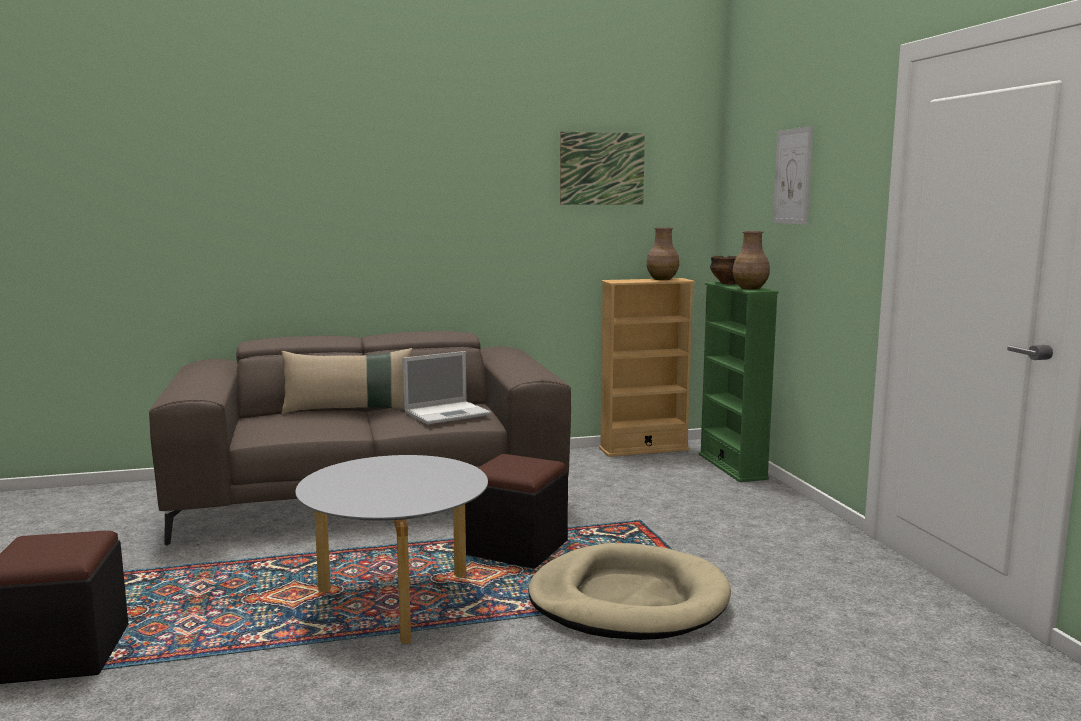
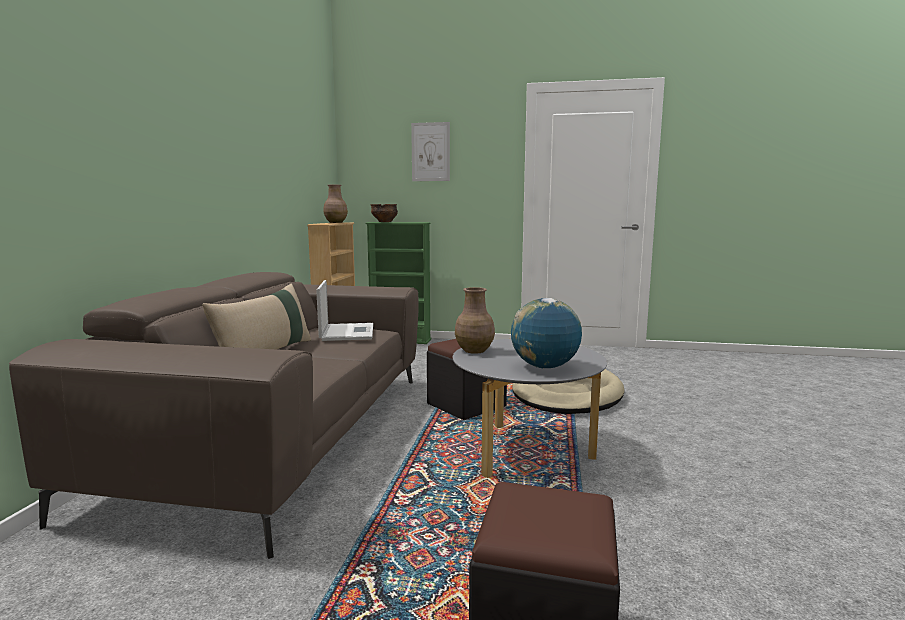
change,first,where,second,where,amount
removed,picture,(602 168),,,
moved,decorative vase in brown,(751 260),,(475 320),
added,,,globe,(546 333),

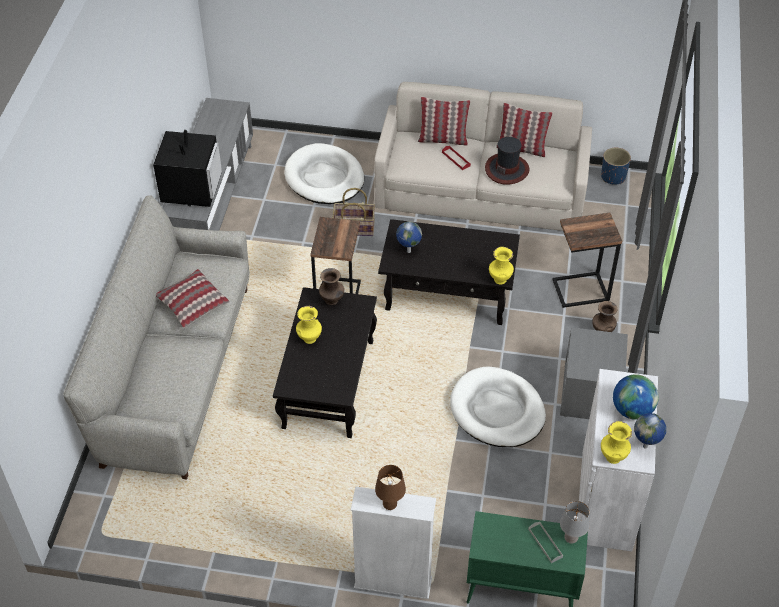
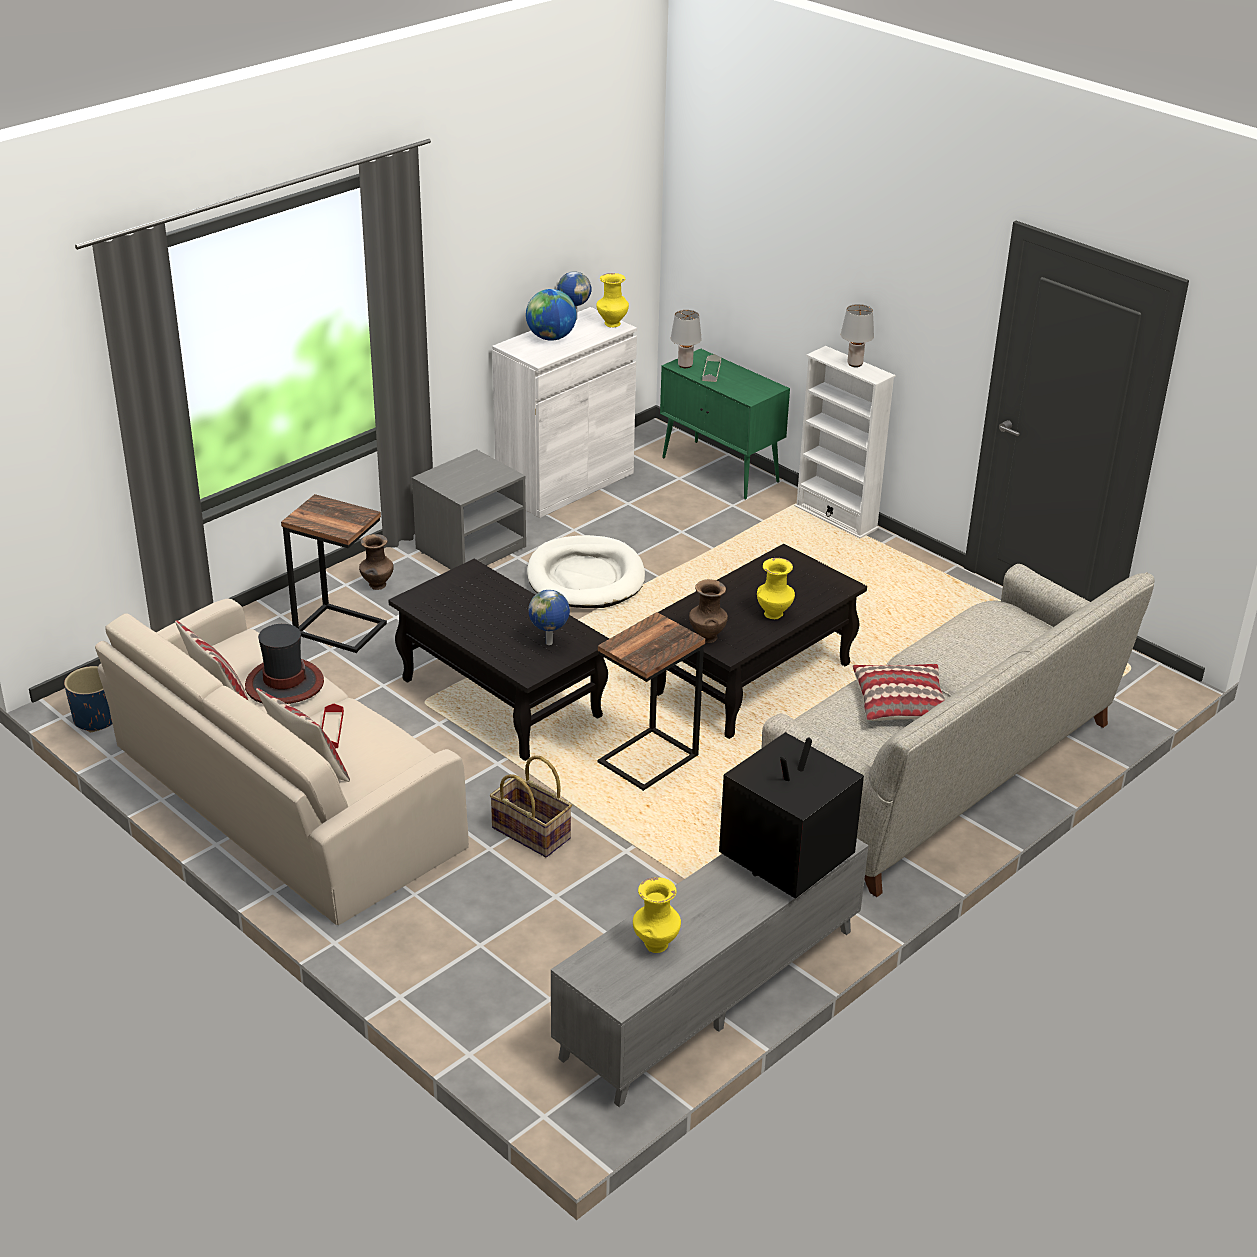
change,first,where,second,where,amount
removed,dog cushion in whitish,(324 173),,,
recoloured,lamp for a table in brown,(390 487),lamp for a table in greyish,(857 335),
moved,decorative vase in yellow-coloured,(501 266),,(657 915),

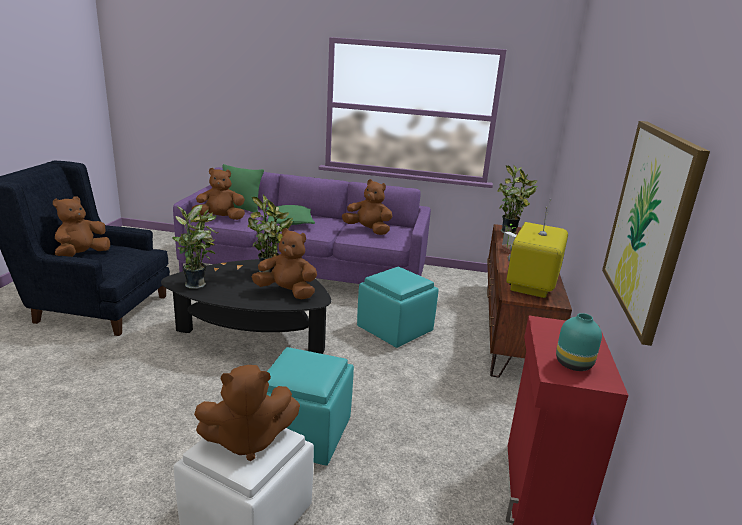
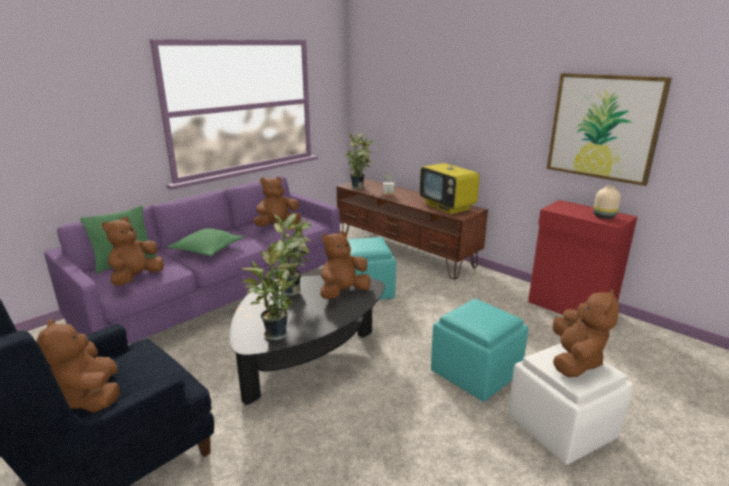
change,first,where,second,where,amount
recoloured,decorative vase in turquoise-coloured,(579 342),decorative vase in beige-coloured,(607 202),

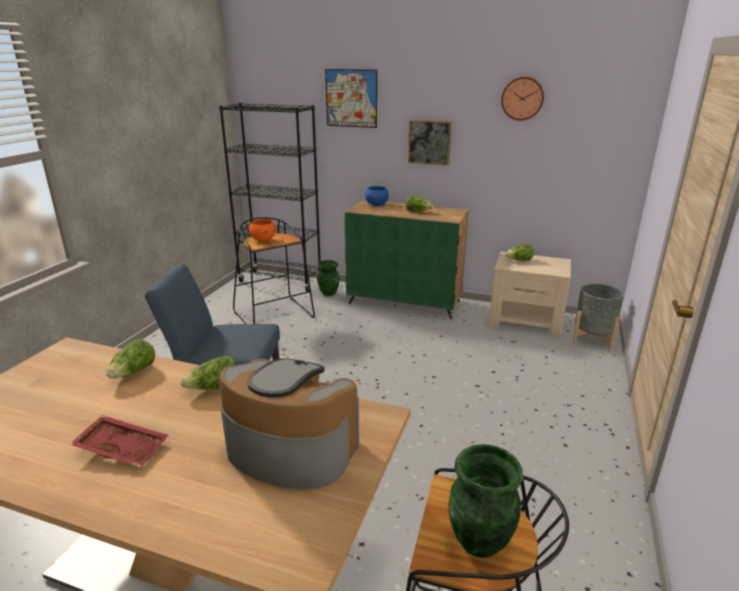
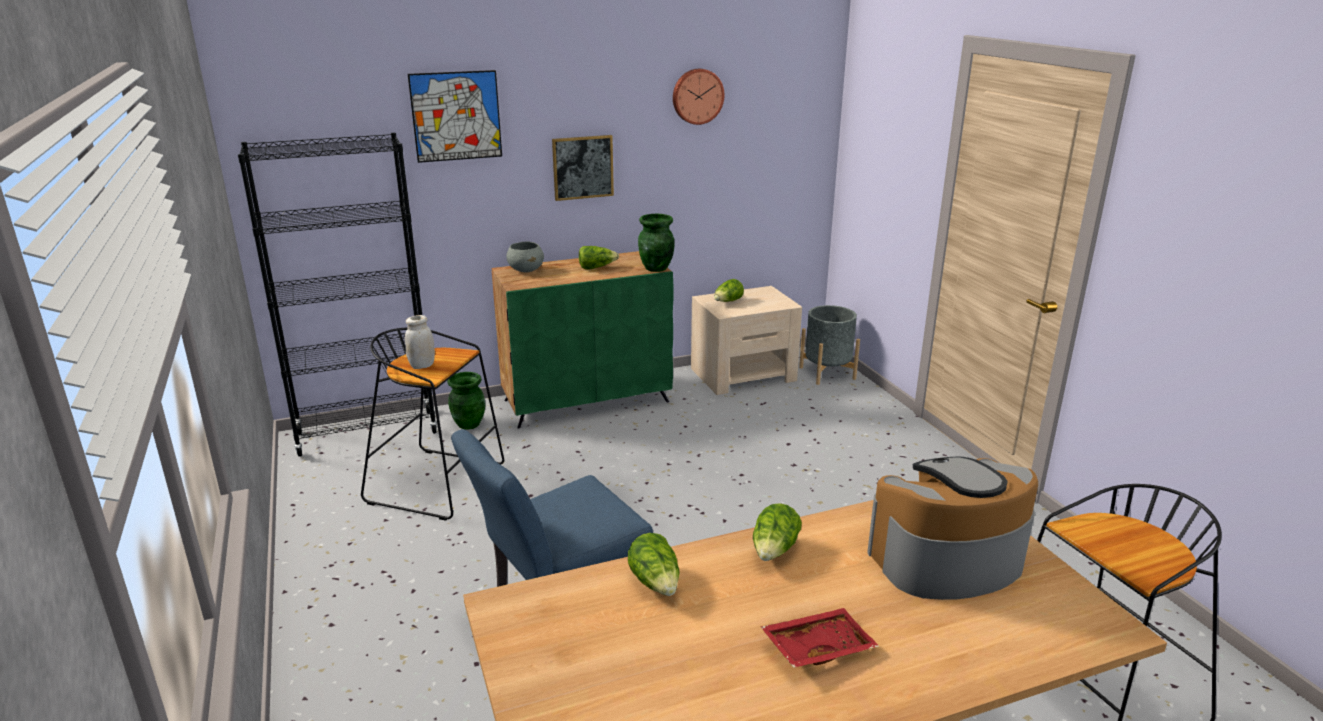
change,first,where,second,where,amount
replaced,bowl in orange-coloured,(262 230),preserve jar in whitish,(420 342),
recoloured,bowl in blue,(377 196),bowl in greyish,(525 257),
moved,decorative vase in green,(485 501),,(656 243),

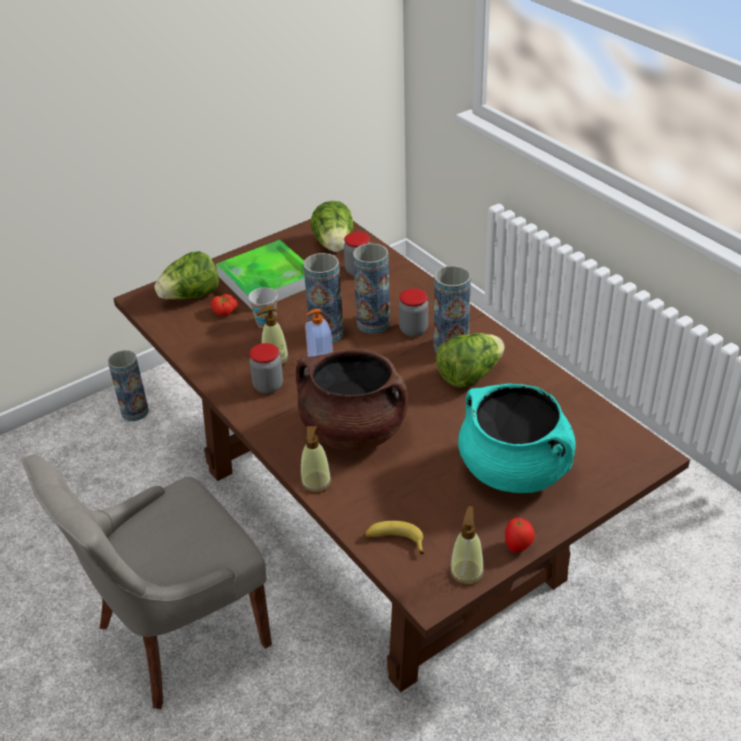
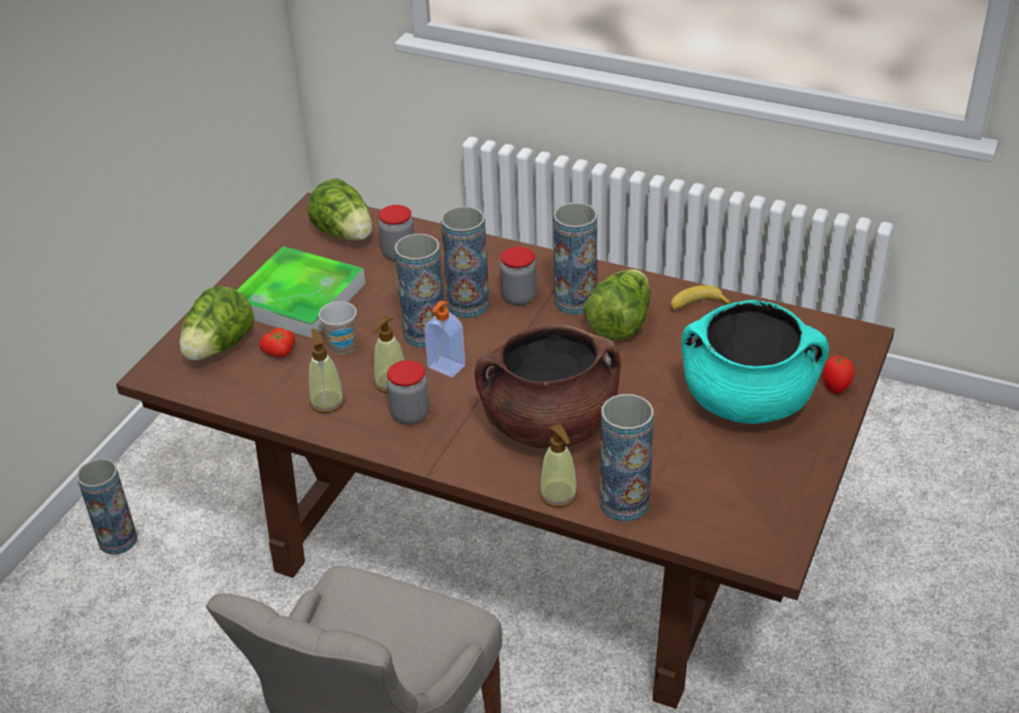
change,first,where,second,where,amount
moved,whole banana,(394 537),,(701 297),
moved,soap dispenser,(467 546),,(326 371),
moved,tomato,(520 534),,(839 374),
added,,,decorative vase,(627 458),

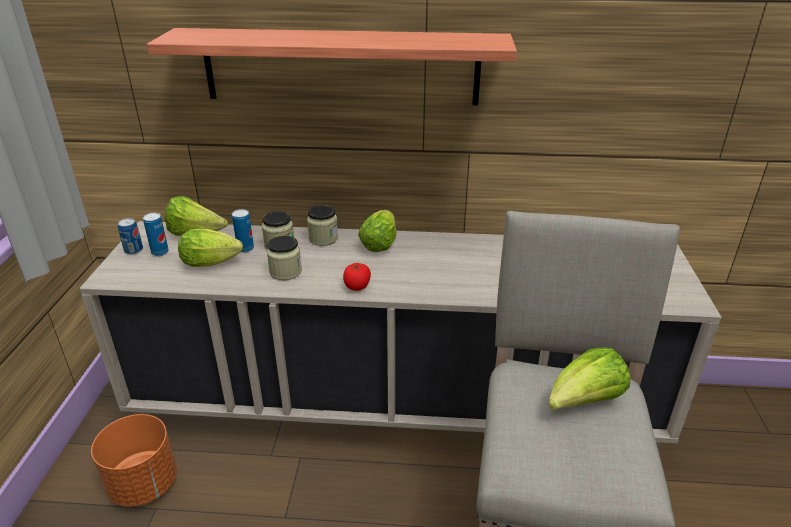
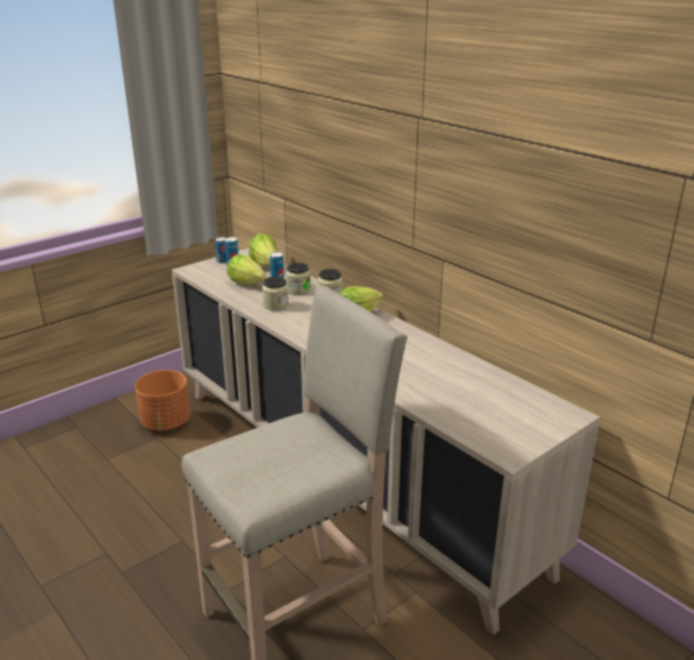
change,first,where,second,where,amount
removed,wall shelf,(332 66),,,
removed,tomato,(357 277),,,
removed,head of lettuce,(589 378),,,

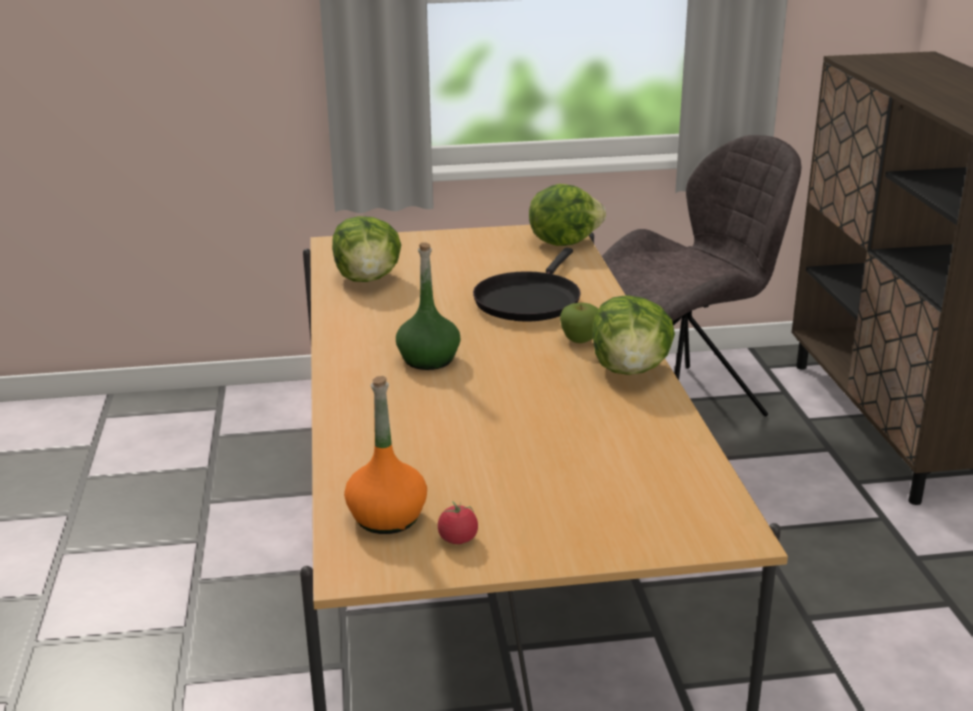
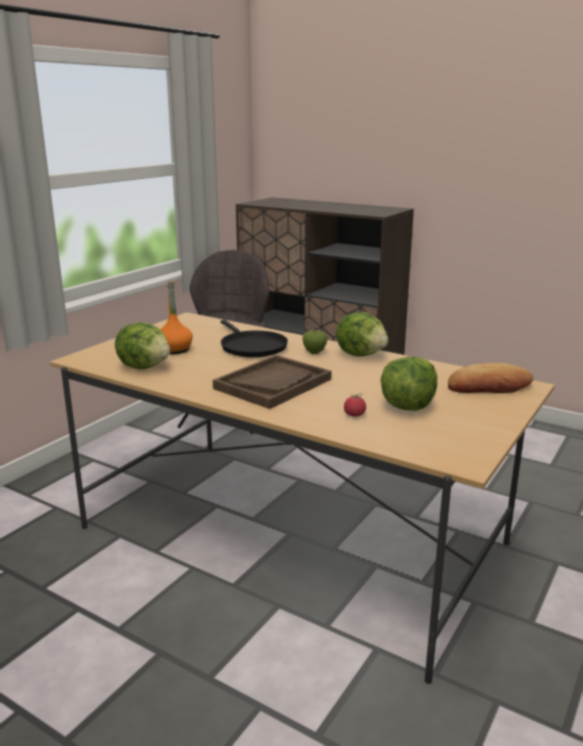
change,first,where,second,where,amount
moved,drink bottle in orange-coloured,(385 455),,(176 317),
replaced,drink bottle in green,(428 306),tray in brown,(272 382),
moved,tomato,(458 522),,(355 405),
moved,head of lettuce,(567 215),,(409 384),
added,,,baked bread,(491 378),

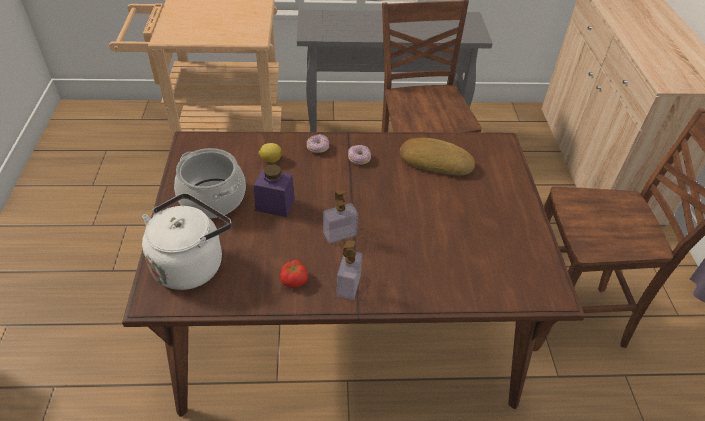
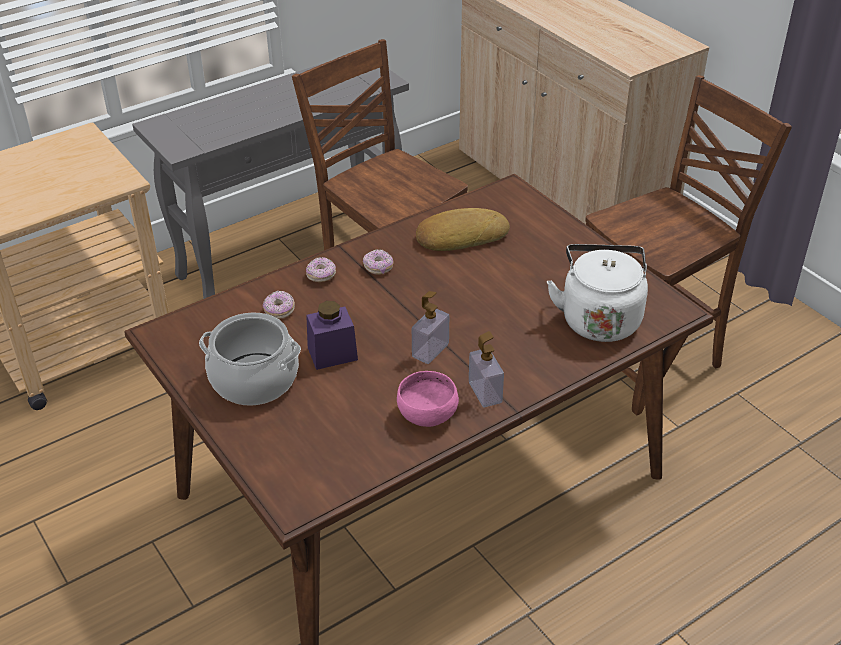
change,first,where,second,where,amount
moved,kettle in whitish,(187 241),,(597 293),
replaced,lemon,(270 153),doughnut,(279 305),
replaced,tomato,(294 274),bowl in pink,(428 399),

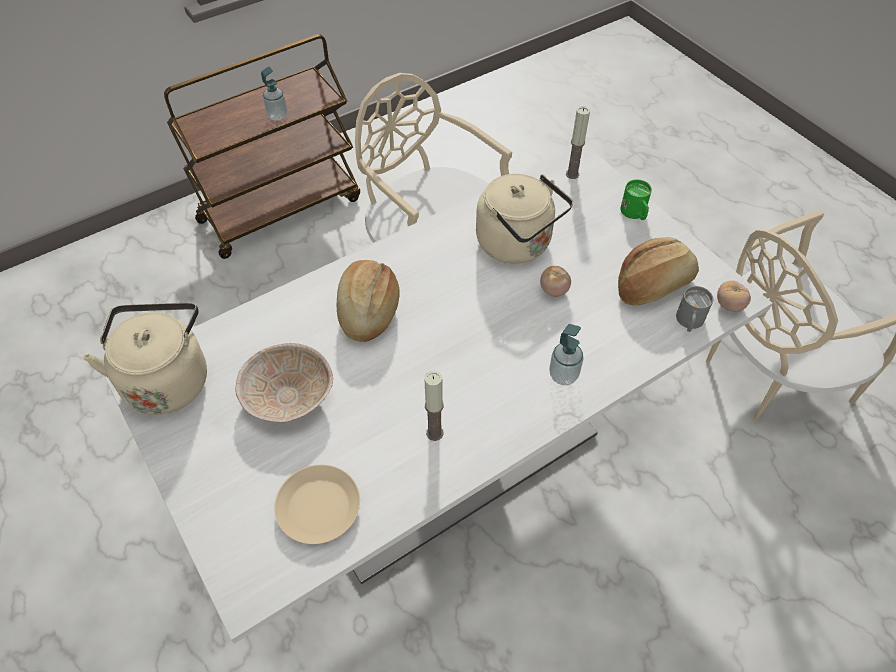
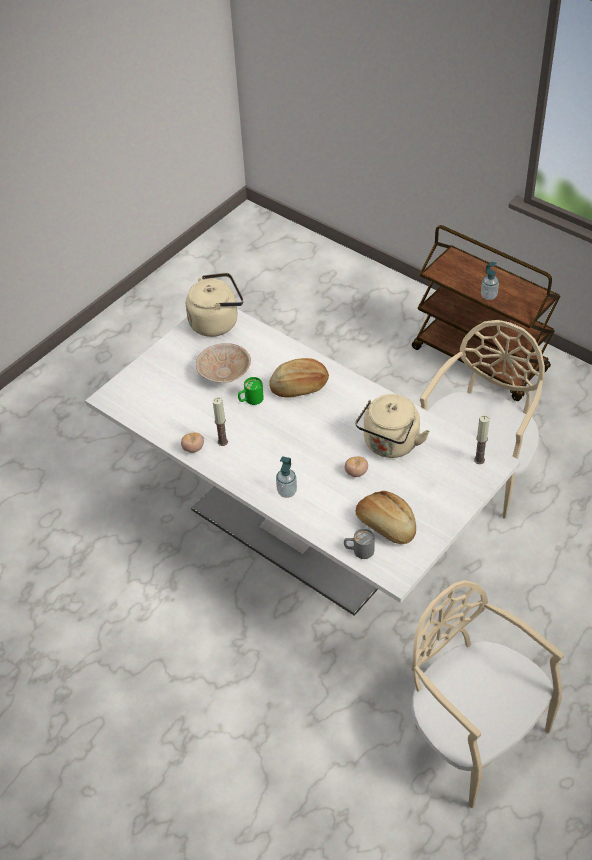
change,first,where,second,where,amount
removed,flat dish in beige-coloured,(317 504),,,
moved,mug in green,(636 199),,(251 391),
moved,tomato,(734 296),,(192 442),

